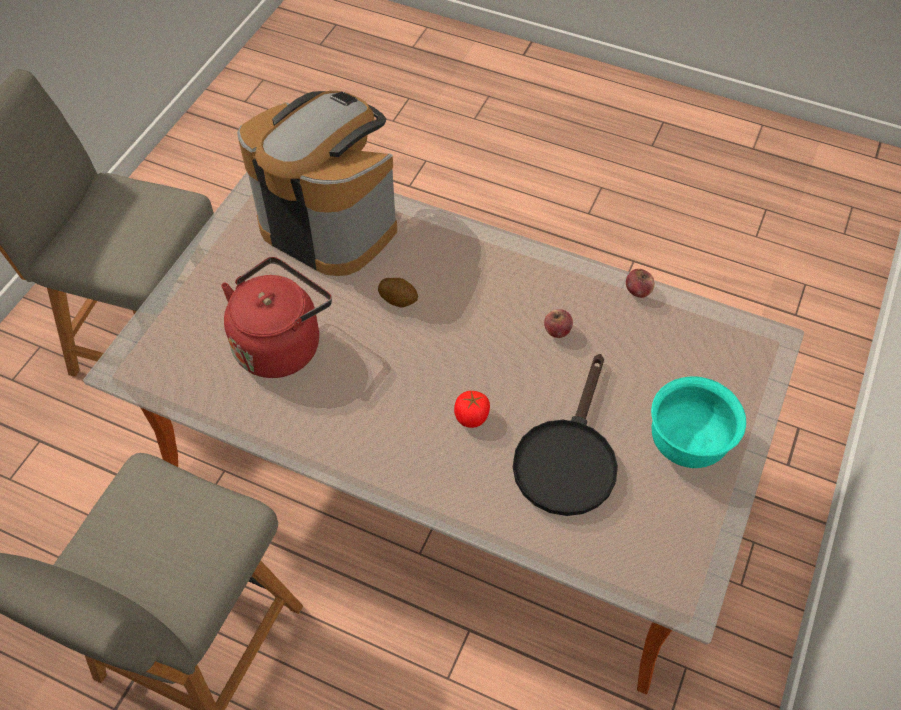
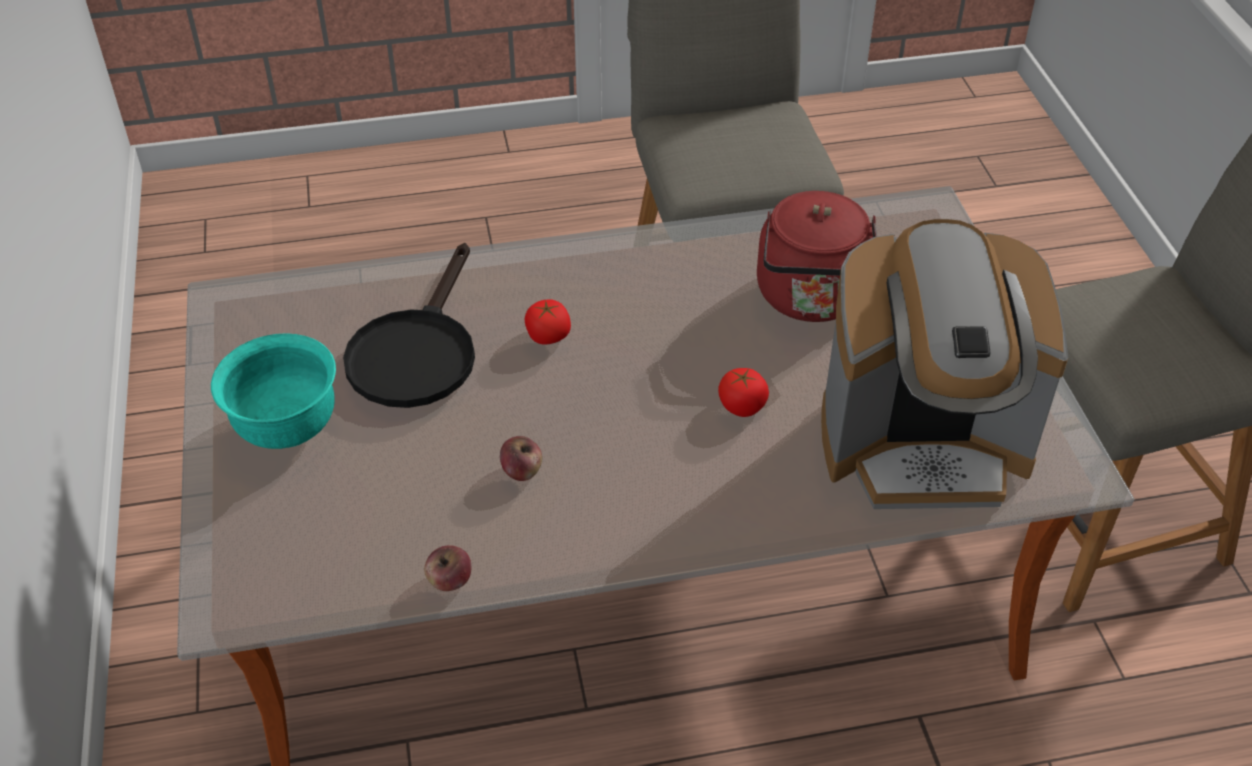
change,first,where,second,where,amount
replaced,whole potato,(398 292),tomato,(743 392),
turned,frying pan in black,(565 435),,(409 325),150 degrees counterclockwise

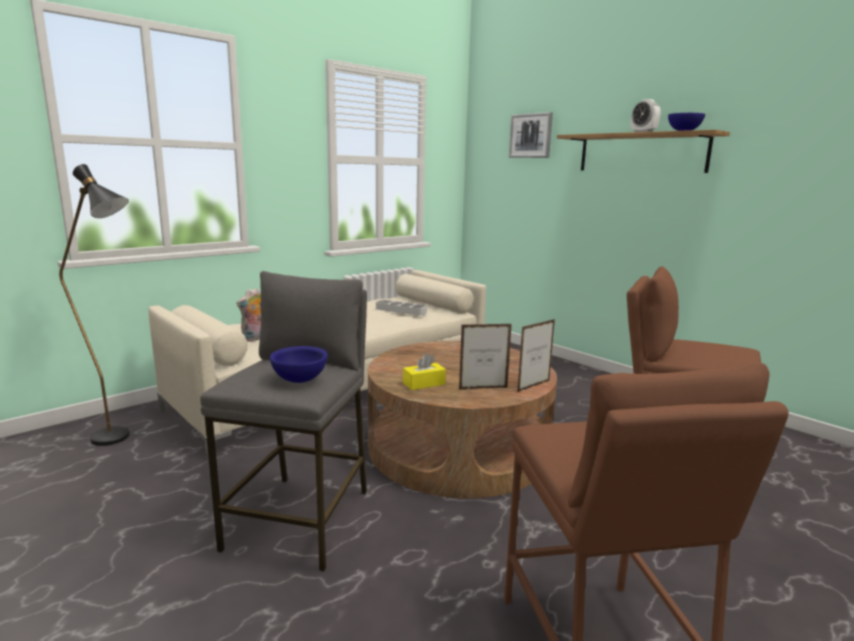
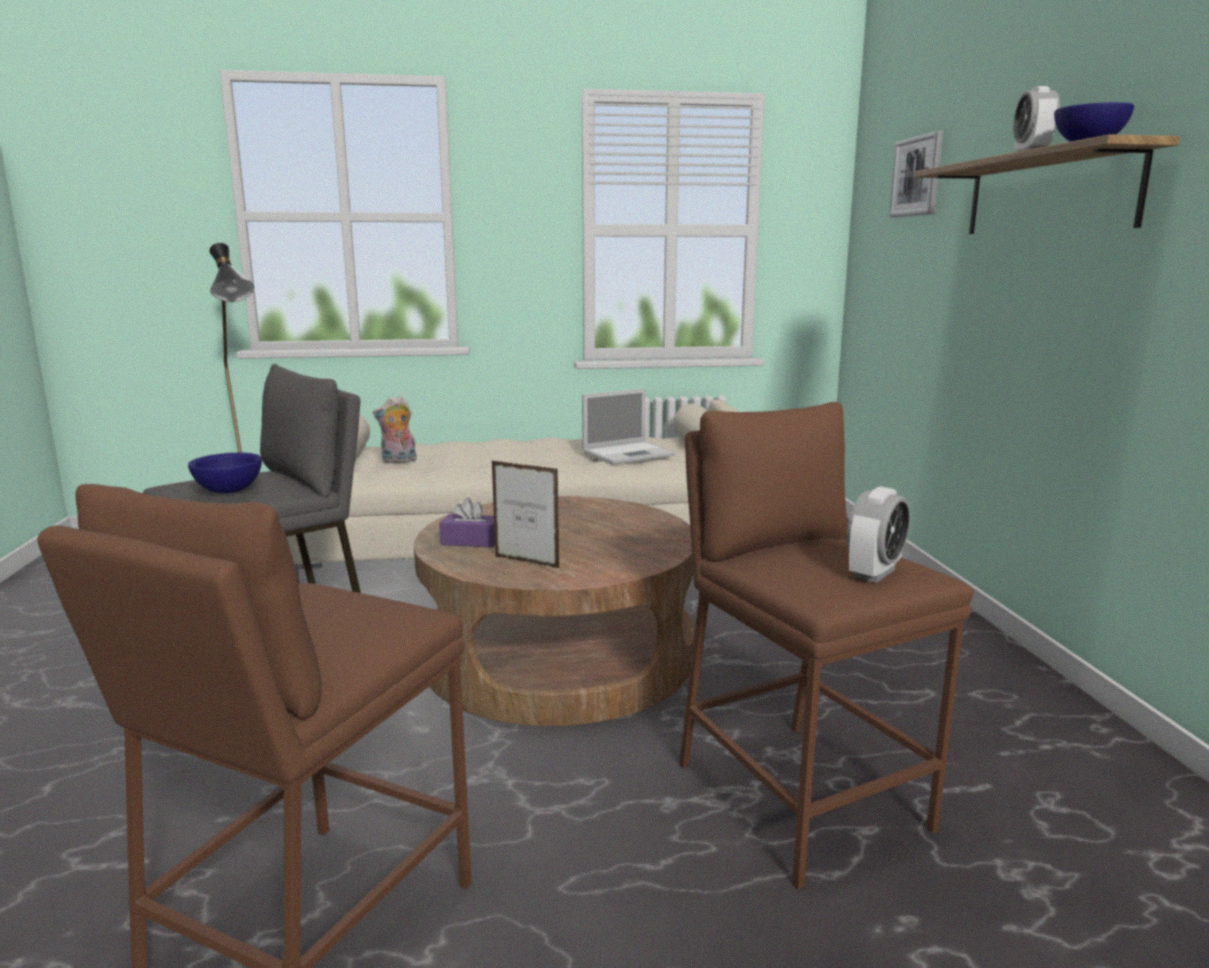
change,first,where,second,where,amount
replaced,tray in greyish,(401 308),laptop,(629 426),
recoloured,tissue holder in yellow-coloured,(424 371),tissue holder in purple-coloured,(467 523),
removed,photo frame,(536 355),,,
added,,,bedside clock,(878 534),

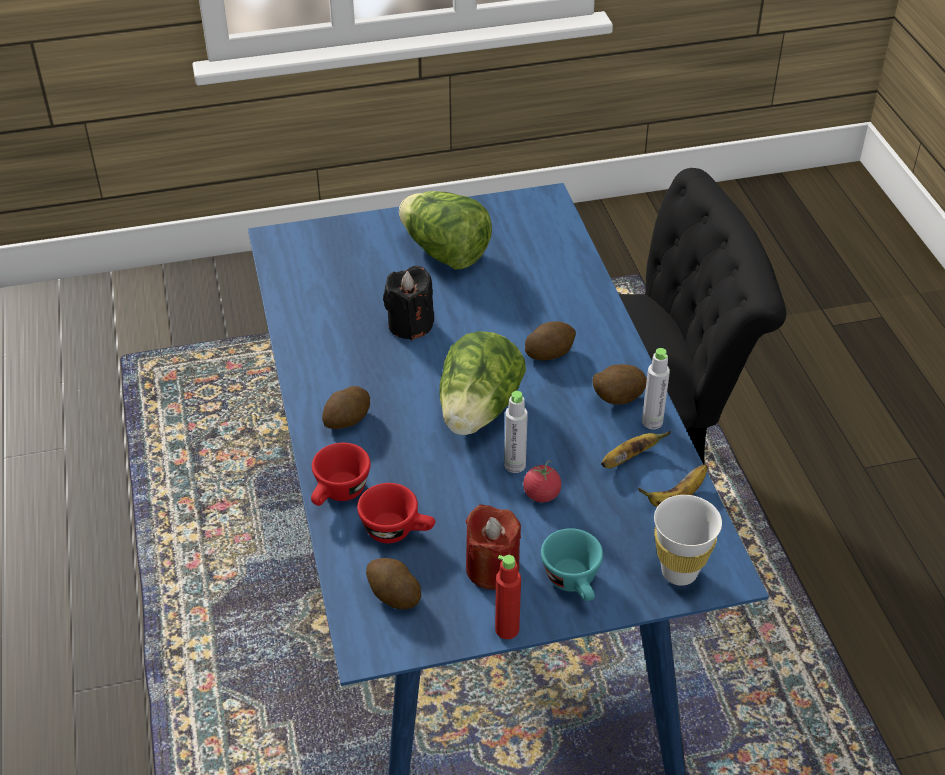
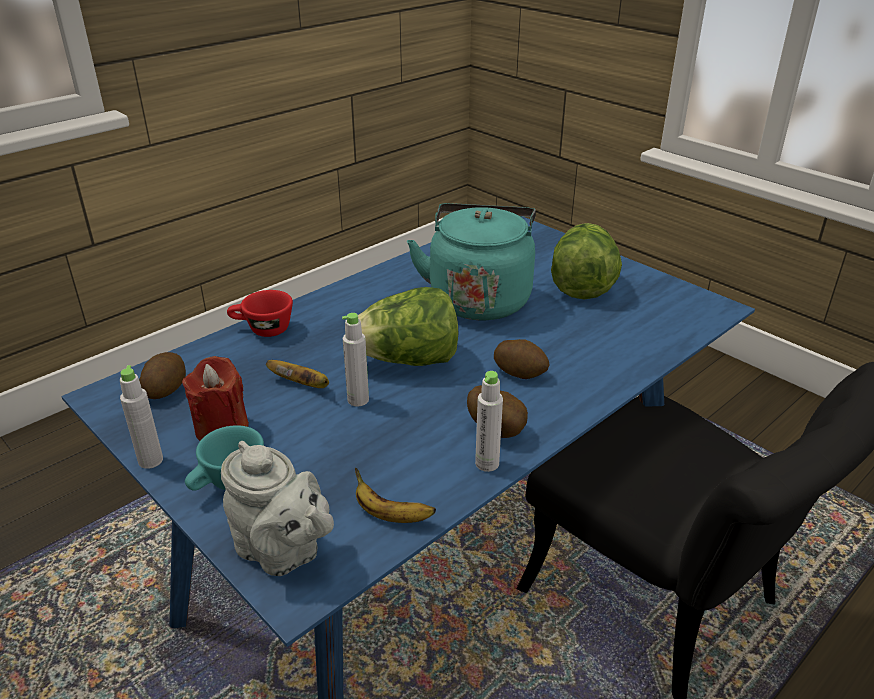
change,first,where,second,where,amount
removed,whole potato,(346 407),,,
removed,cup in red,(396 513),,,
replaced,candle in black,(408 303),kettle in turquoise-coloured,(471 261),
recoloured,drink bottle in red,(508 597),drink bottle in greyish,(141 417),
removed,tomato,(542 481),,,
moved,whole banana,(636 449),,(297 374),
replaced,cup in whitish,(688 540),pot for tea in greyish,(277 508),

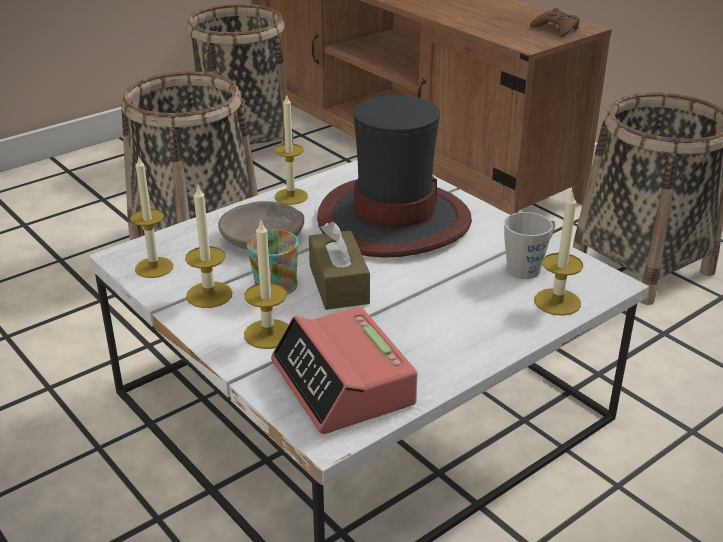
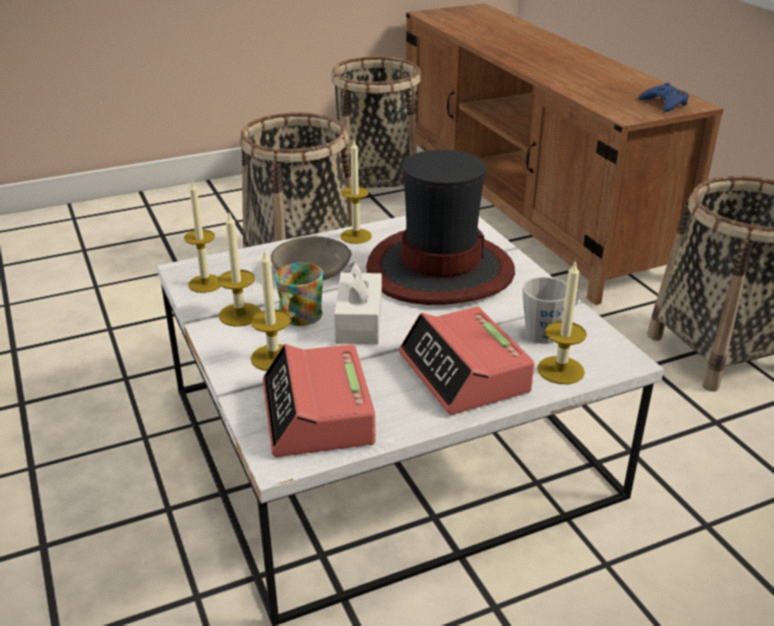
change,first,where,second,where,amount
recoloured,tissue holder in brown,(339 266),tissue holder in whitish,(358 303),
recoloured,gamepad in brown,(555 22),gamepad in blue,(663 97),
added,,,bedside clock,(466 361),

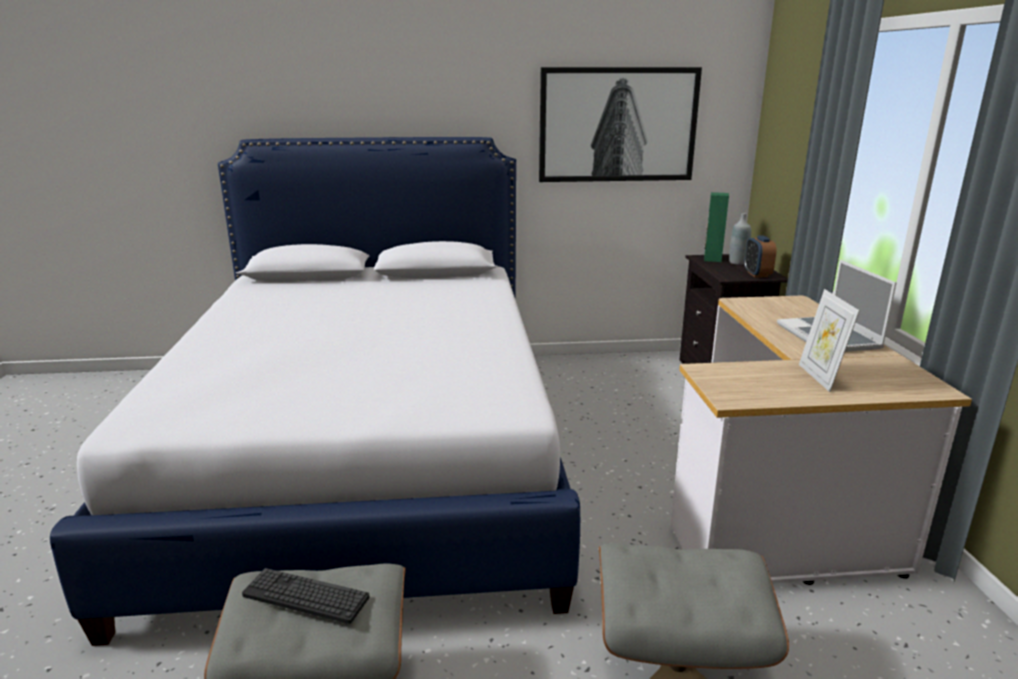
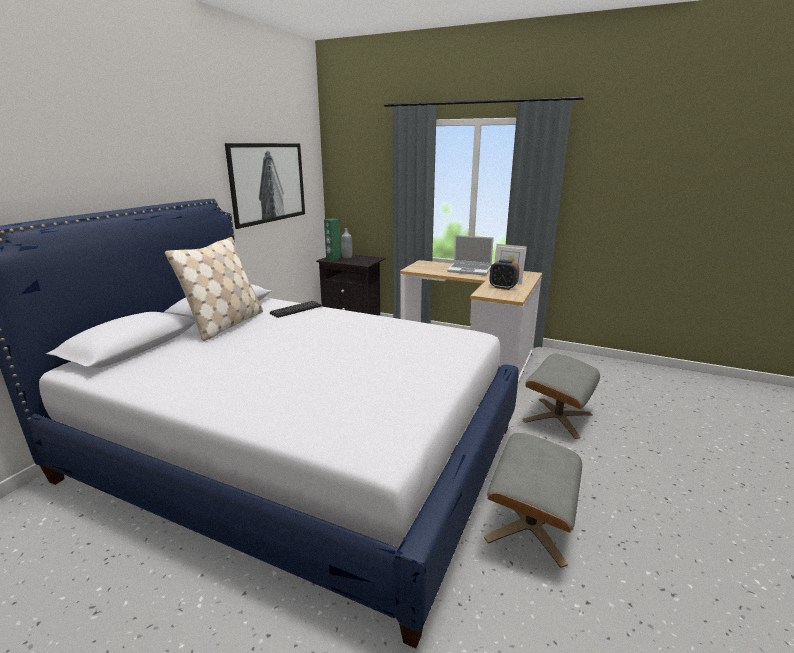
change,first,where,second,where,amount
moved,computer keyboard,(306 596),,(295 309),
moved,bedside clock,(760 256),,(504 275),
added,,,pillow in beige-coloured,(214 289),

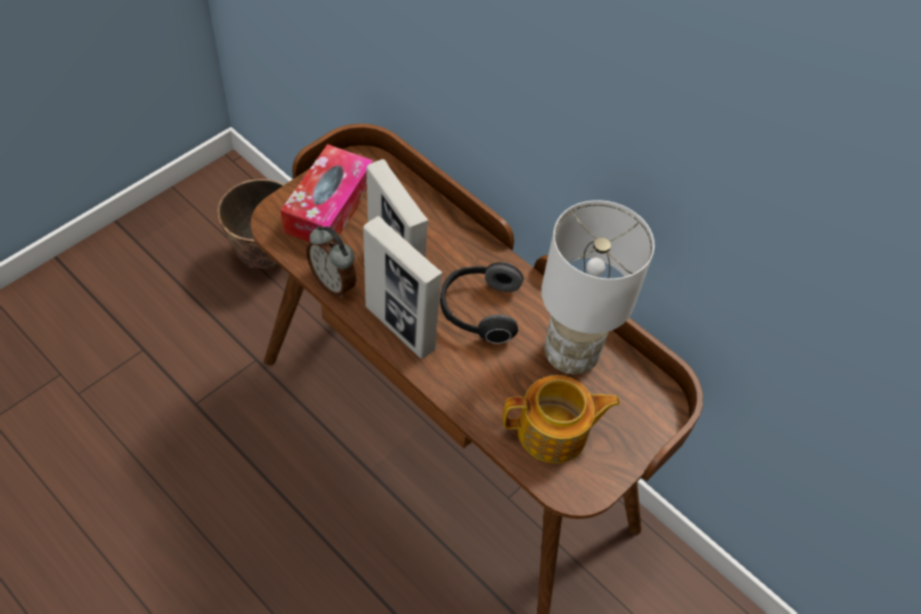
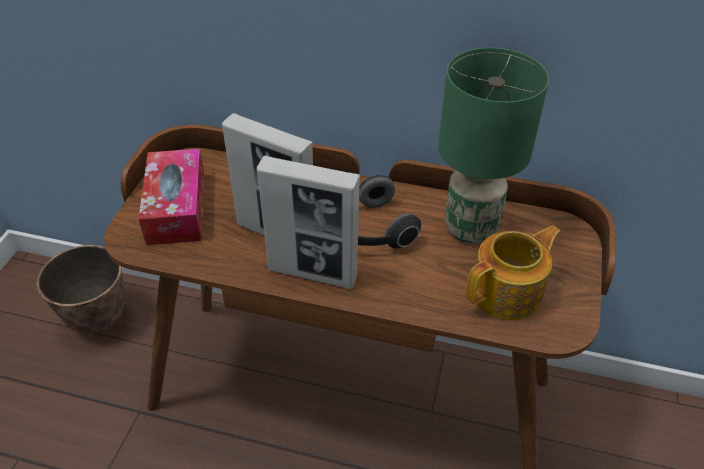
change,first,where,second,where,amount
removed,bedside clock,(331 262),,,
recoloured,lamp for a table in whitish,(597 287),lamp for a table in green,(493 146),

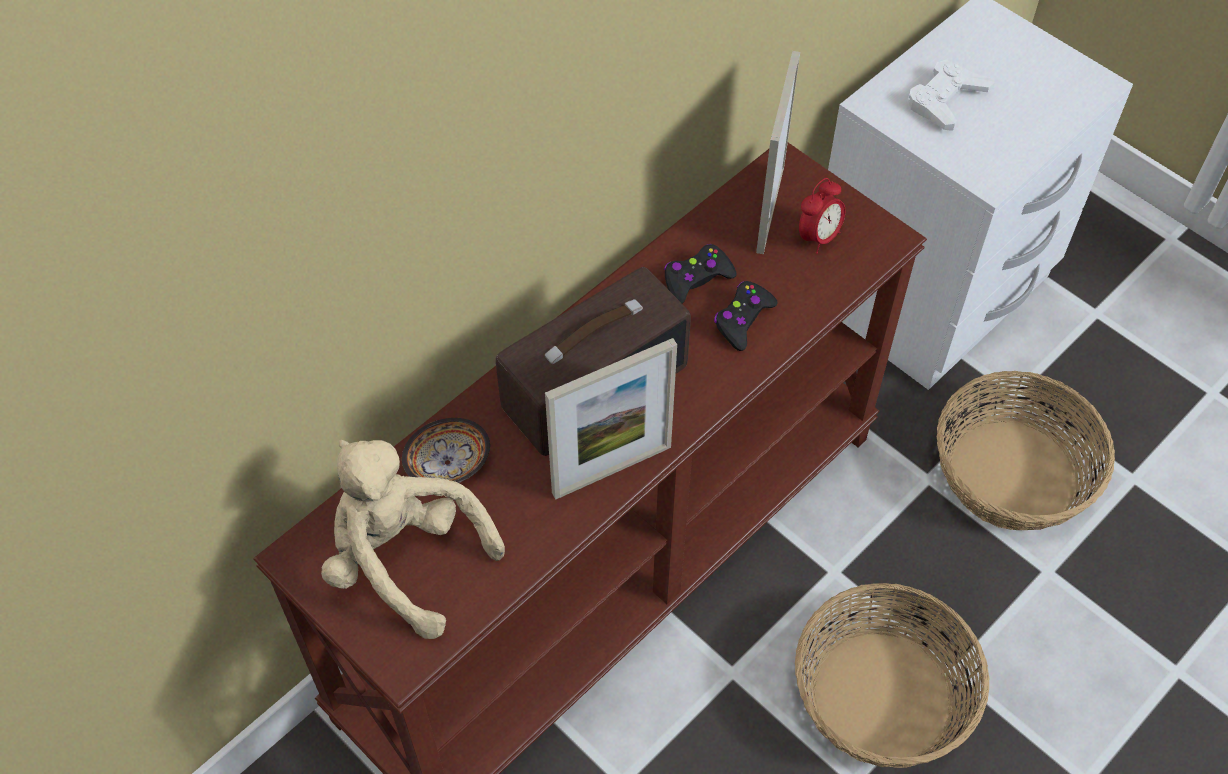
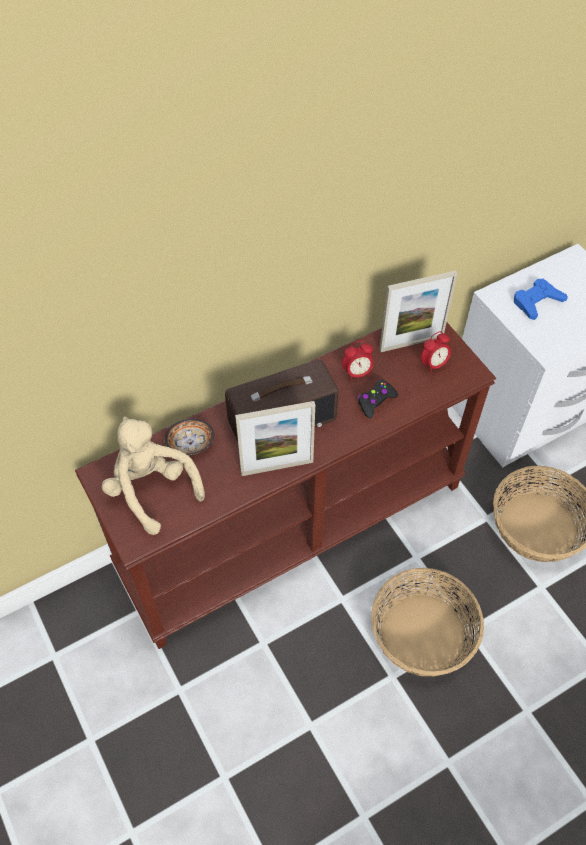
change,first,where,second,where,amount
replaced,gamepad in black,(700 273),bedside clock,(357 361),
turned,photo frame,(778 152),,(418 311),135 degrees counterclockwise
recoloured,gamepad in whitish,(951 95),gamepad in blue,(541 299),

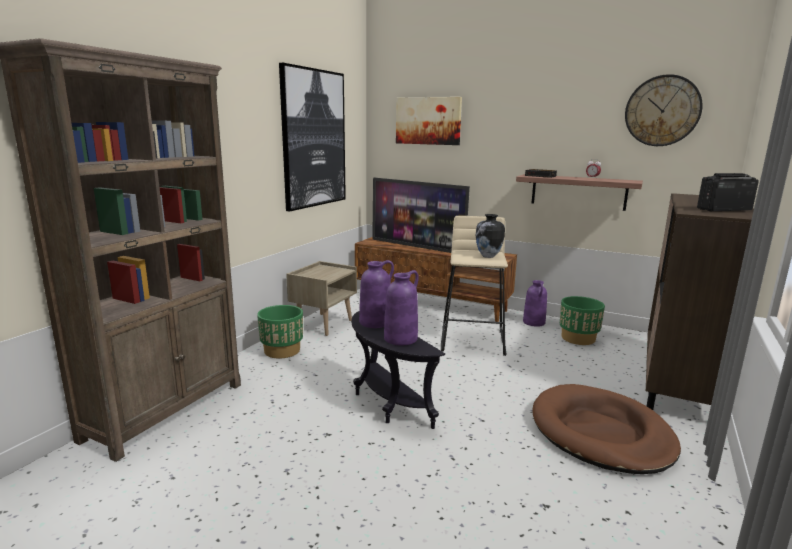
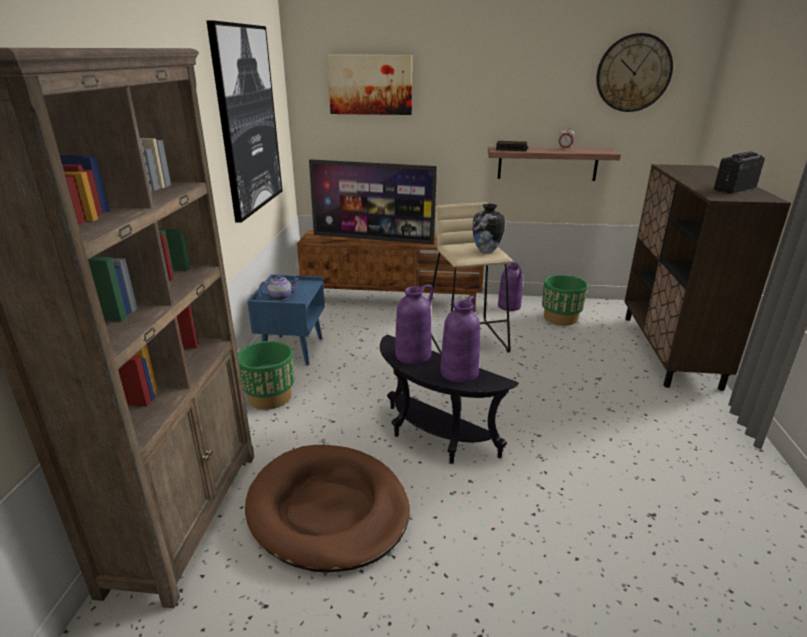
change,first,where,second,where,amount
recoloured,bedside table in beige-coloured,(321 298),bedside table in blue,(286 320),
moved,dog cushion in brown,(607 429),,(327 509),
added,,,pot for tea,(278 287),

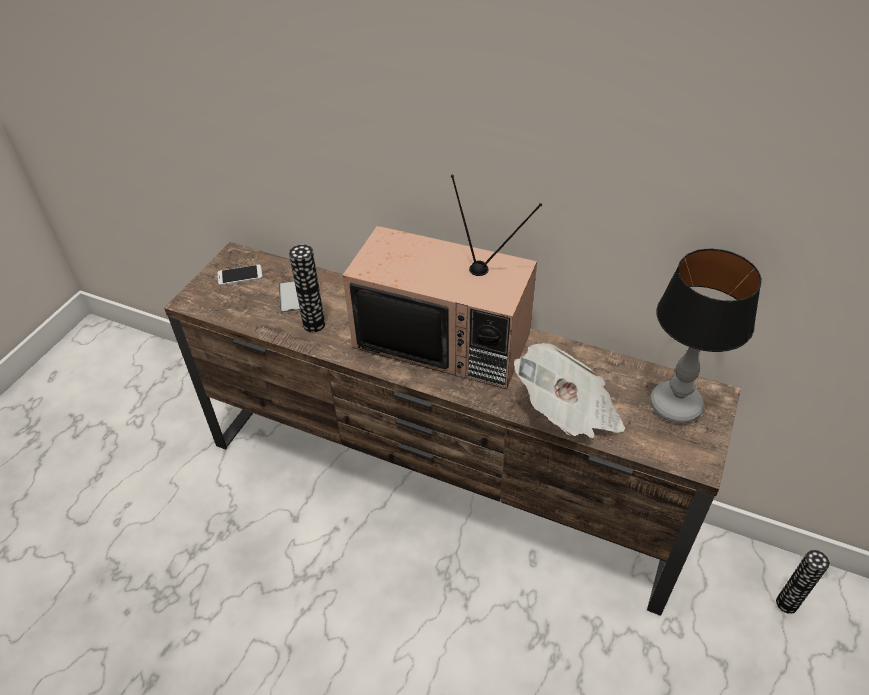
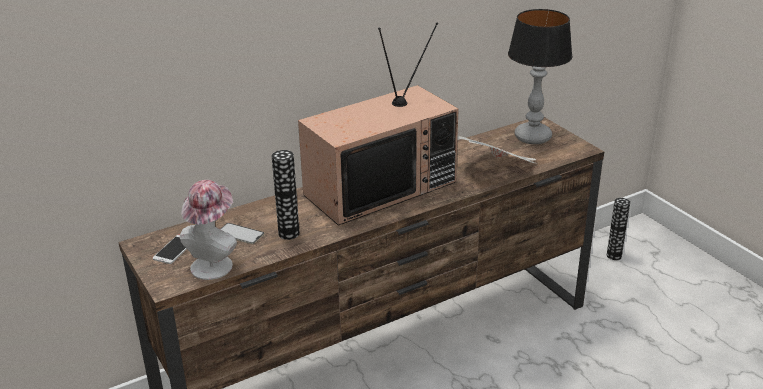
change,first,where,second,where,amount
added,,,hat,(208 230),

